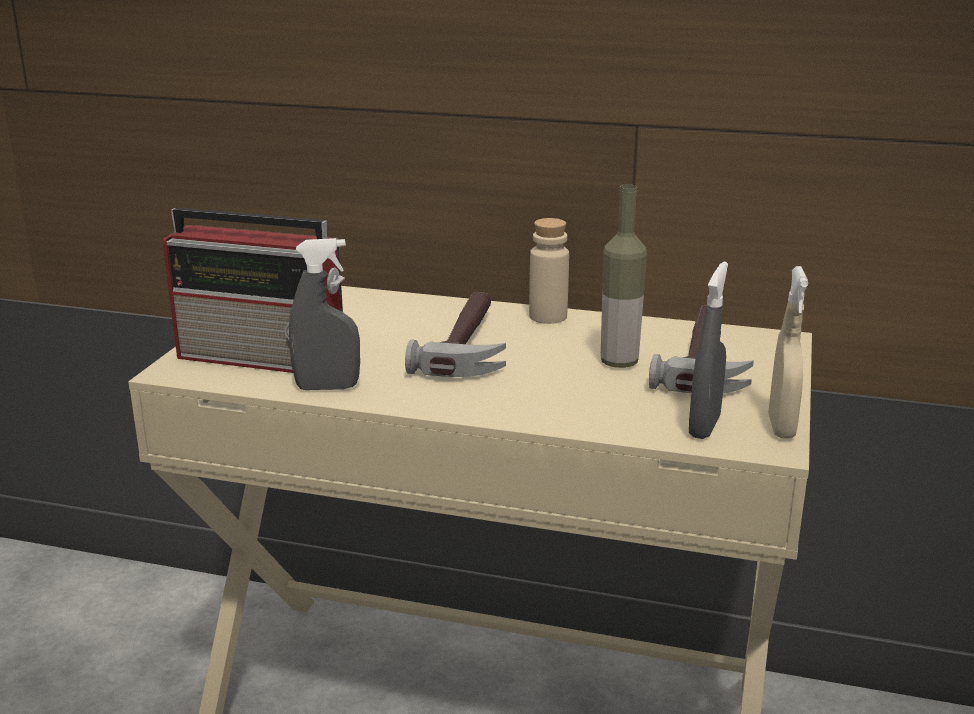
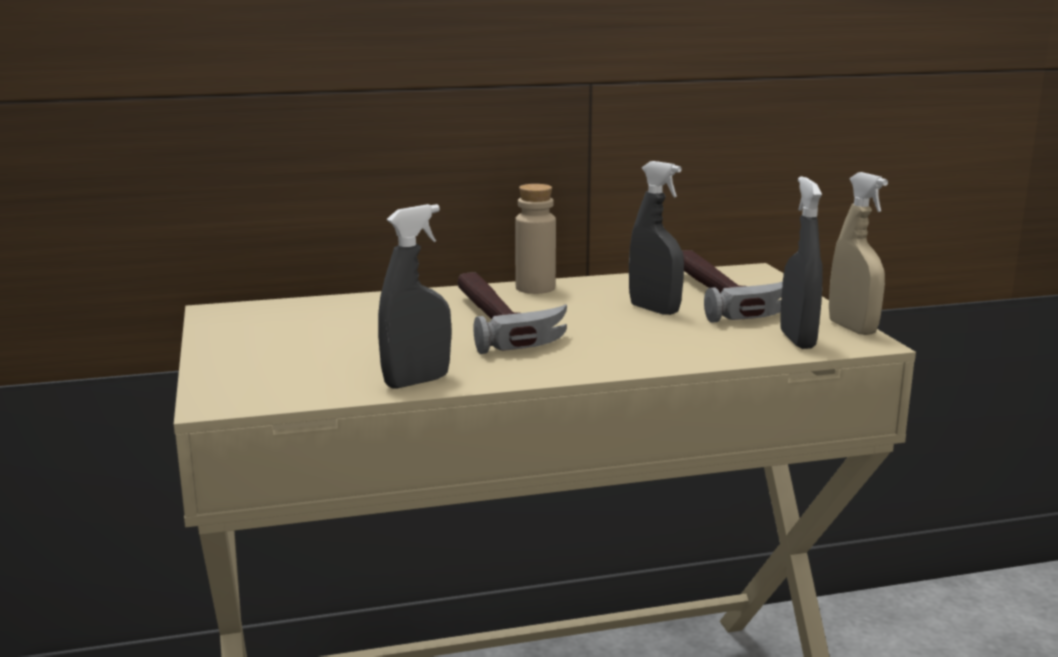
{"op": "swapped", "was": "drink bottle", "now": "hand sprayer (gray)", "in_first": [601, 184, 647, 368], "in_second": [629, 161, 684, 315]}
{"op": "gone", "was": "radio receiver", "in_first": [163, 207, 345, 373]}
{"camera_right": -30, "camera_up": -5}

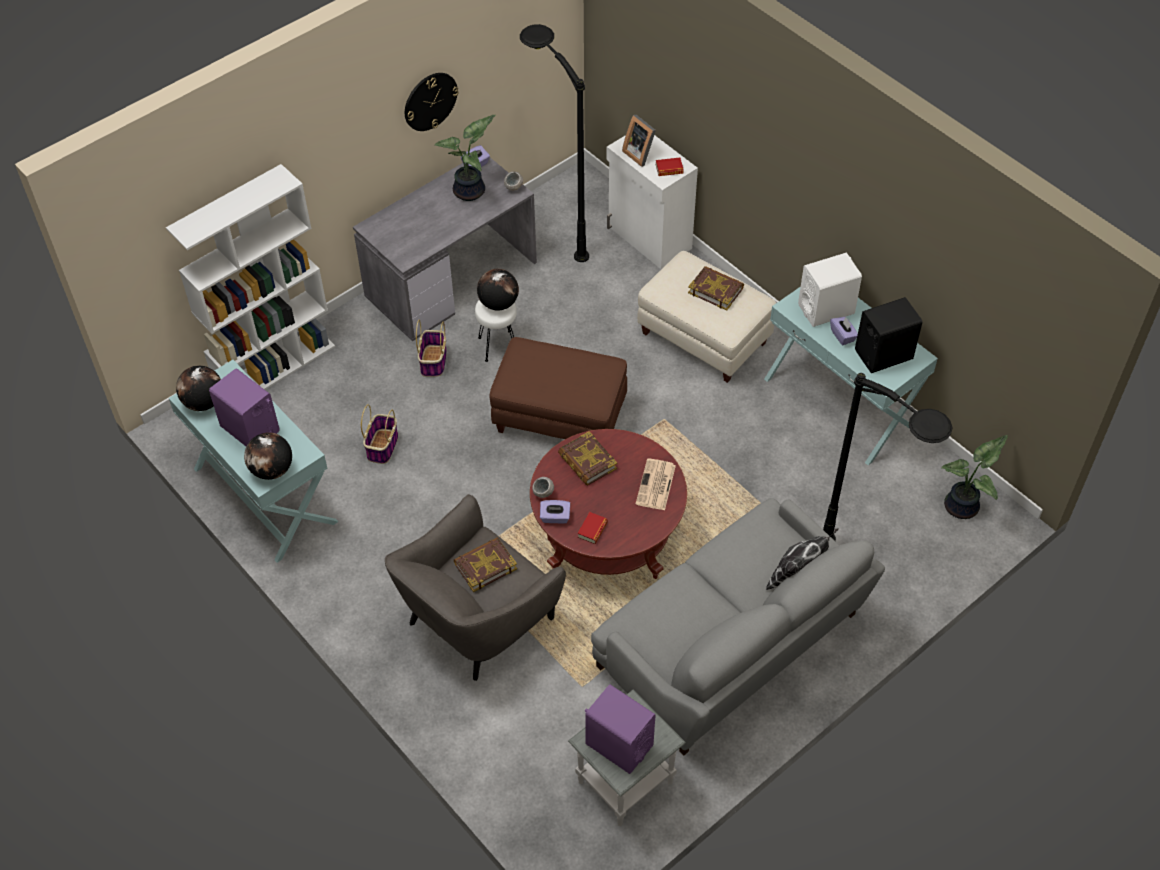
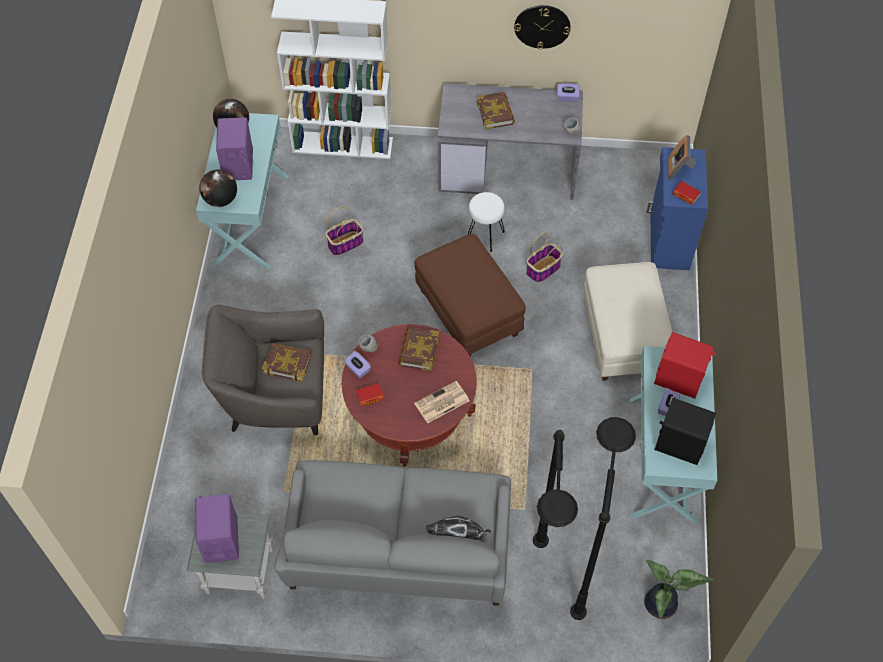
{"op": "shifted", "was": "standing lamp (black-coloured)", "in_first": [520, 24, 589, 262], "in_second": [570, 417, 636, 620]}
{"op": "gone", "was": "potted plant", "in_first": [435, 115, 496, 201]}
{"op": "repainted", "was": "cabinet (whitish)", "now": "cabinet (blue)", "in_first": [607, 135, 698, 269], "in_second": [647, 147, 708, 270]}
{"op": "repainted", "was": "speaker (whitish)", "now": "speaker (red)", "in_first": [798, 253, 862, 327], "in_second": [654, 332, 716, 399]}
{"op": "shifted", "was": "book", "in_first": [688, 266, 744, 310], "in_second": [477, 92, 515, 130]}
{"op": "gone", "was": "globe", "in_first": [477, 269, 519, 311]}
{"op": "shifted", "was": "storage basket", "in_first": [416, 320, 447, 377], "in_second": [526, 232, 563, 283]}
{"camera_right": 45, "camera_up": 5}

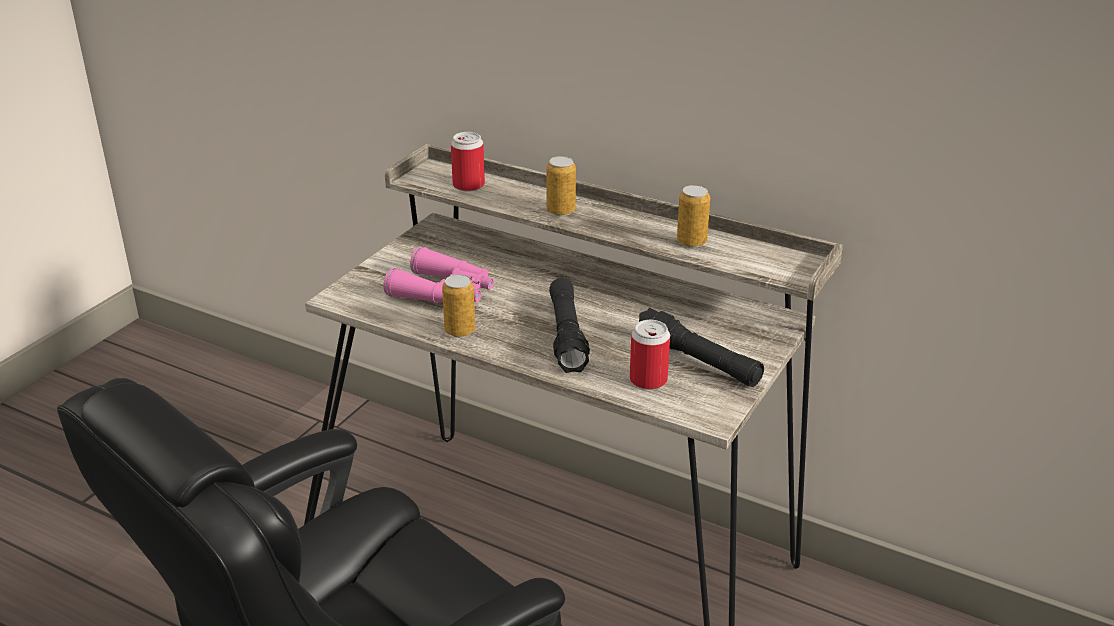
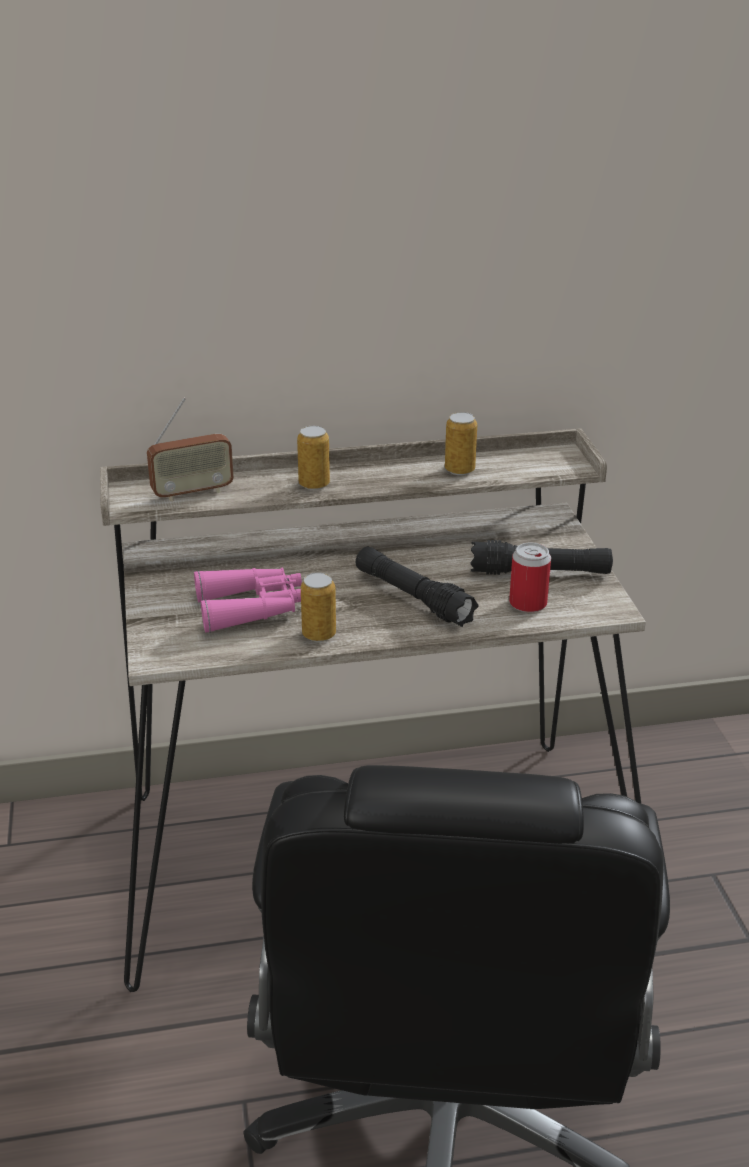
{"op": "swapped", "was": "metal can", "now": "radio receiver", "in_first": [451, 132, 485, 192], "in_second": [147, 397, 234, 502]}
{"camera_right": -40, "camera_up": 0}

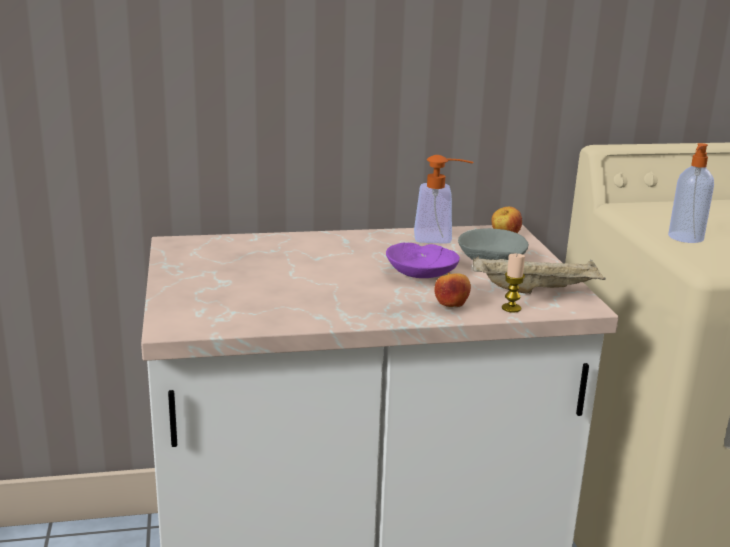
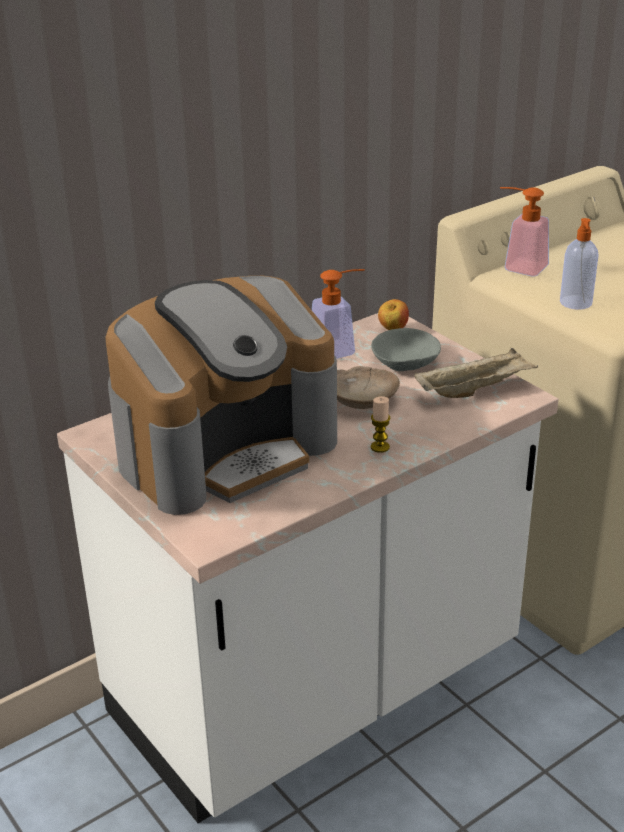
{"op": "repainted", "was": "bowl (purple)", "now": "bowl (beige-coloured)", "in_first": [386, 243, 460, 278], "in_second": [337, 366, 400, 409]}
{"op": "shifted", "was": "wax candle", "in_first": [502, 254, 525, 313], "in_second": [371, 396, 391, 453]}
{"op": "gone", "was": "apple fruit", "in_first": [434, 273, 471, 308]}
{"op": "new", "now": "soap dispenser", "in_second": [500, 187, 549, 276]}
{"op": "new", "now": "coffee maker", "in_second": [105, 276, 337, 515]}
{"camera_right": -25, "camera_up": 10}

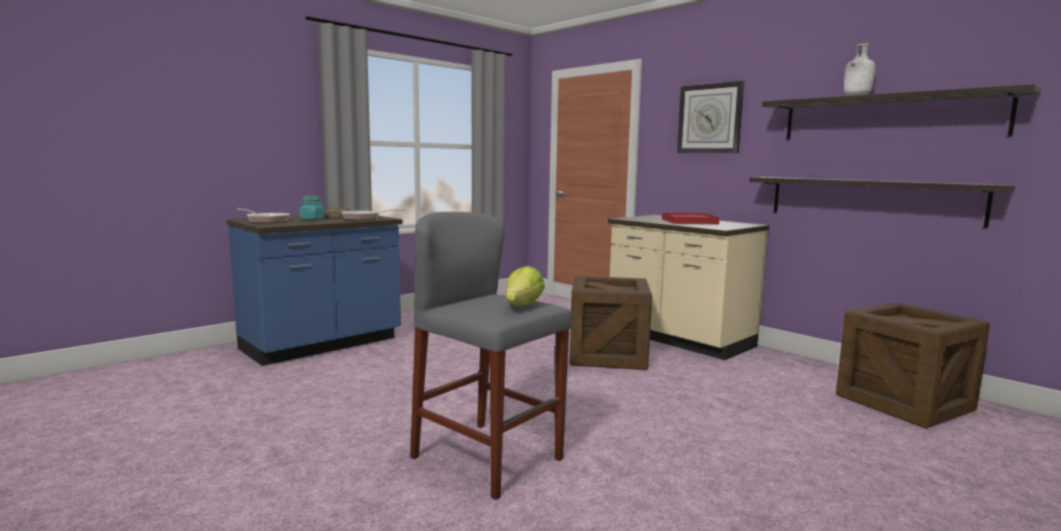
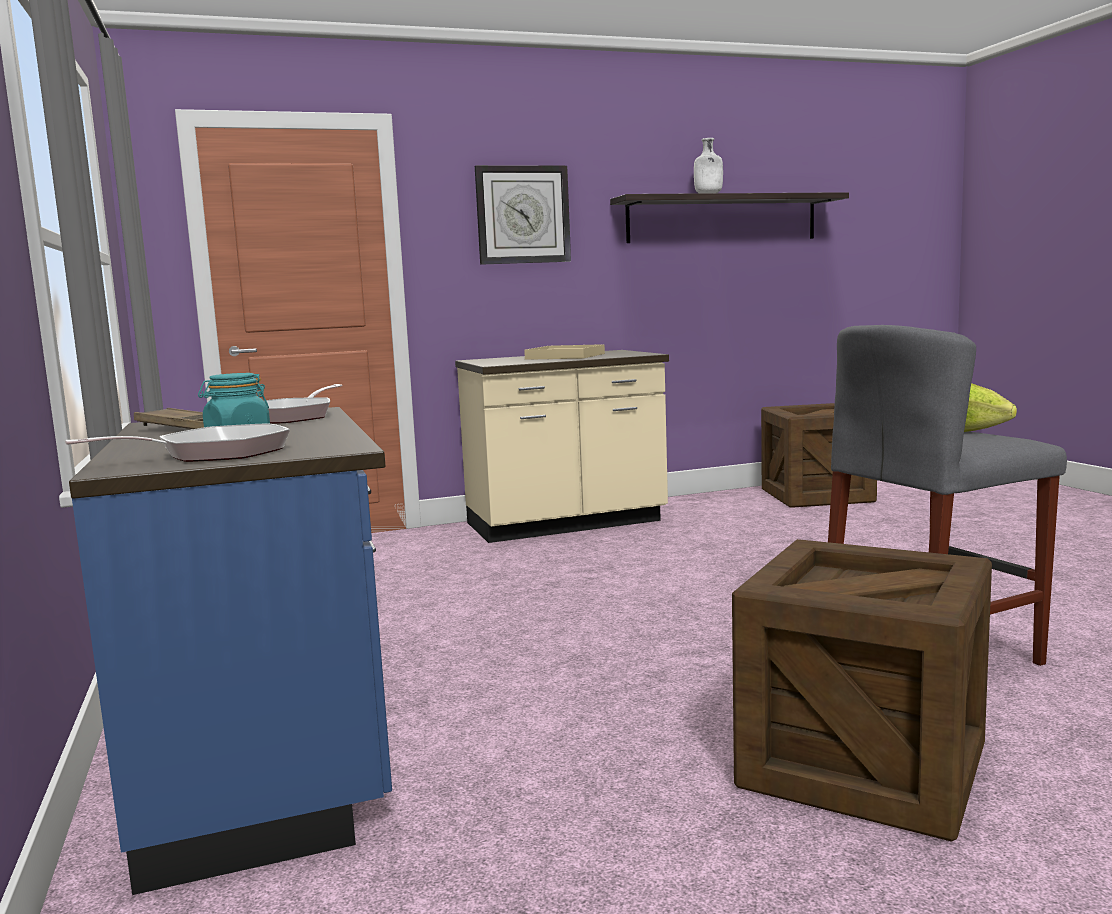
{"op": "gone", "was": "bracket shelf", "in_first": [749, 177, 1016, 228]}
{"op": "repainted", "was": "carrying tray (red)", "now": "carrying tray (beige-coloured)", "in_first": [662, 213, 720, 224], "in_second": [524, 344, 605, 360]}
{"op": "shifted", "was": "shipping crate", "in_first": [569, 276, 652, 370], "in_second": [732, 539, 992, 842]}
{"camera_right": -65, "camera_up": 0}

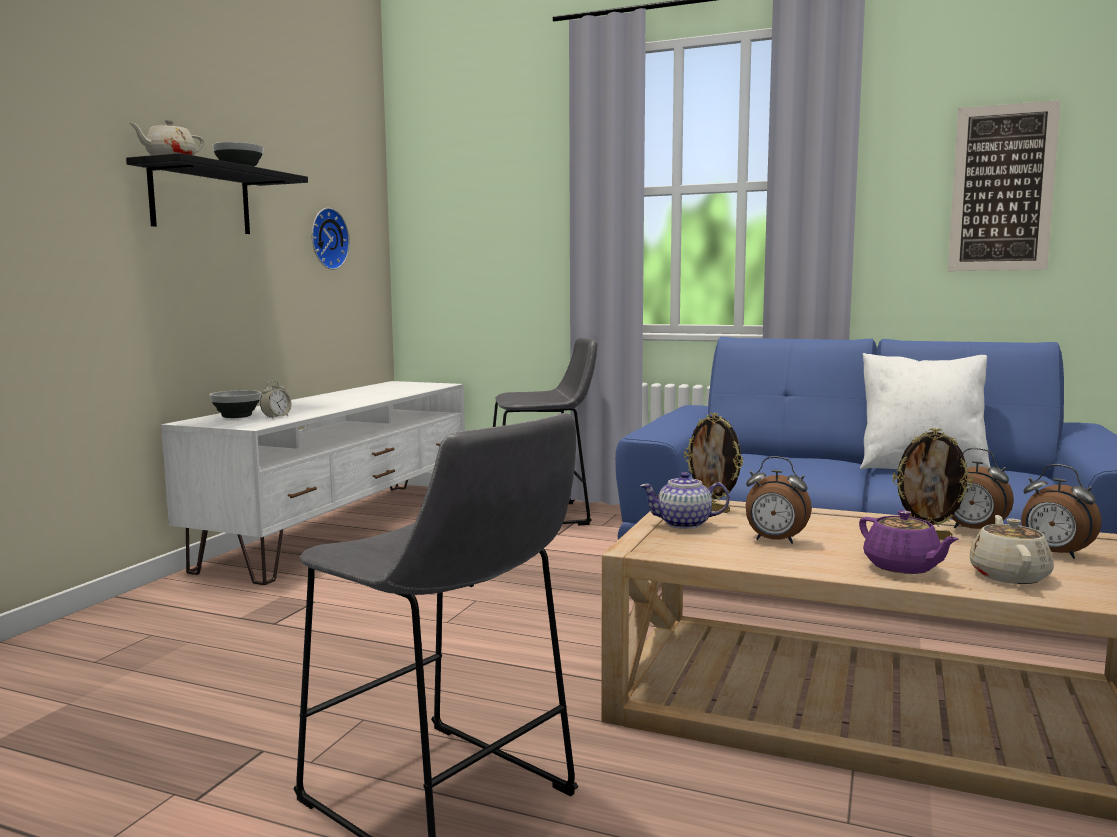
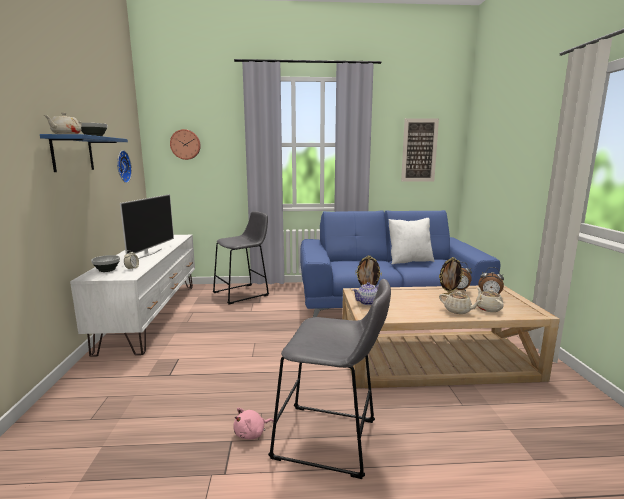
{"op": "repainted", "was": "bracket shelf (black-coloured)", "now": "bracket shelf (blue)", "in_first": [126, 153, 308, 234], "in_second": [40, 134, 128, 172]}
{"op": "gone", "was": "table clock", "in_first": [746, 456, 812, 544]}
{"op": "repainted", "was": "pot for tea (purple)", "now": "pot for tea (beige-coloured)", "in_first": [859, 510, 959, 574], "in_second": [439, 291, 482, 314]}
{"op": "new", "now": "hanging clock", "in_second": [170, 129, 201, 160]}
{"op": "new", "now": "TV set", "in_second": [120, 194, 174, 259]}
{"op": "new", "now": "soft toy (pinkish)", "in_second": [233, 408, 274, 439]}
{"camera_right": -25, "camera_up": 5}

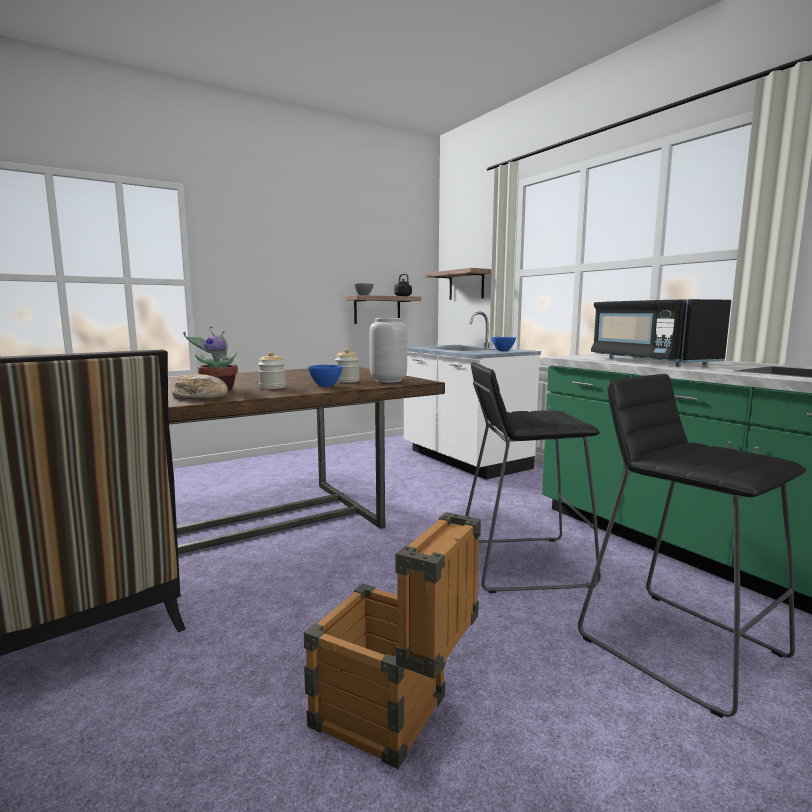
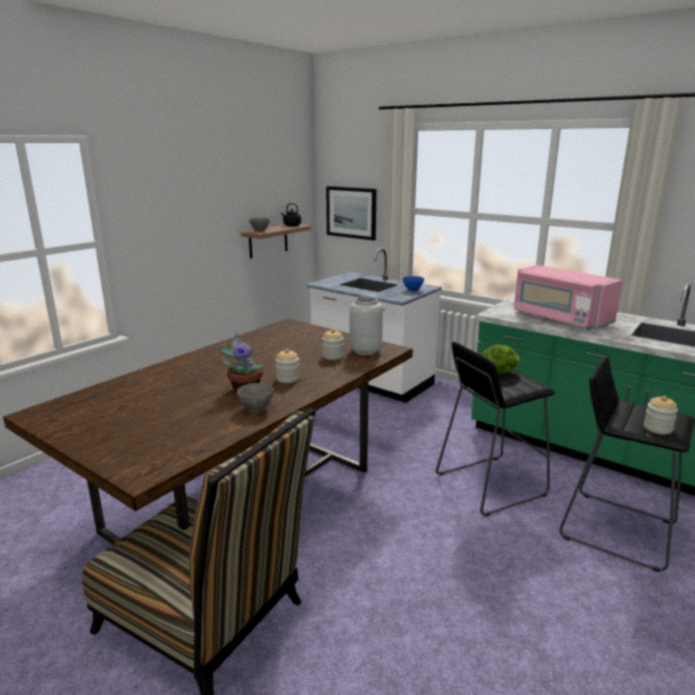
{"op": "swapped", "was": "bracket shelf", "now": "wall picture", "in_first": [425, 268, 491, 300], "in_second": [326, 186, 377, 240]}
{"op": "repainted", "was": "microwave oven (black-coloured)", "now": "microwave oven (pinkish)", "in_first": [591, 299, 731, 367], "in_second": [514, 265, 623, 330]}
{"op": "gone", "was": "bowl (blue)", "in_first": [308, 365, 343, 387]}
{"op": "swapped", "was": "bakery bread", "now": "bowl (gray)", "in_first": [172, 374, 228, 399], "in_second": [237, 383, 274, 411]}
{"op": "gone", "was": "shipping crate", "in_first": [304, 512, 481, 769]}
{"op": "new", "now": "lettuce", "in_second": [482, 344, 519, 374]}
{"op": "new", "now": "jar", "in_second": [644, 396, 678, 435]}
{"camera_right": -20, "camera_up": 10}

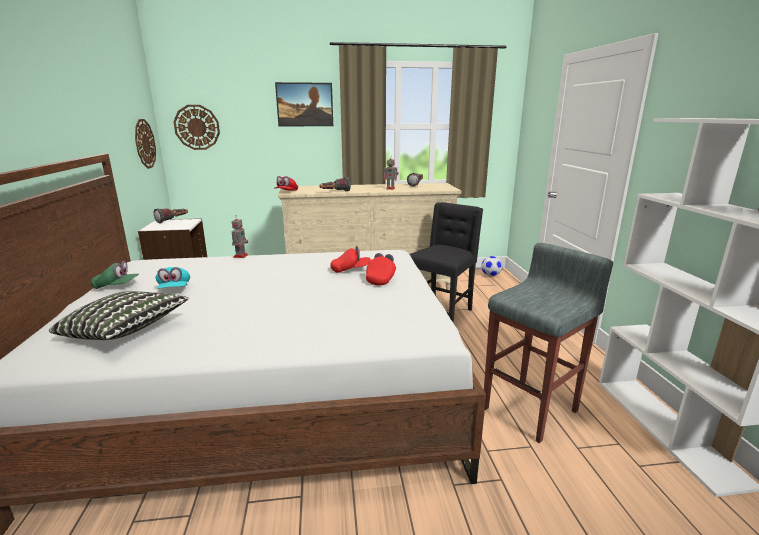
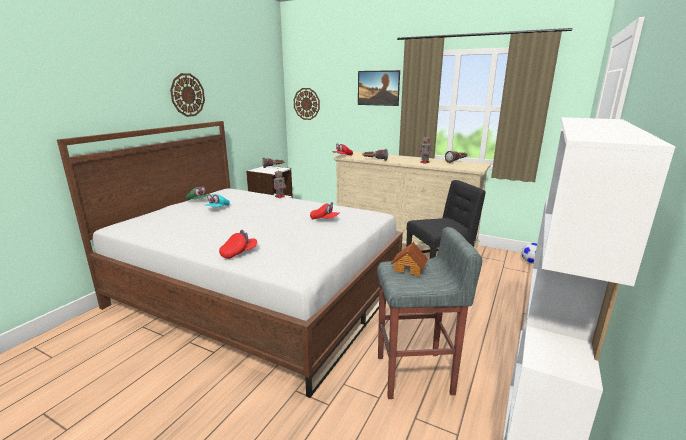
{"op": "shifted", "was": "hanging clock", "in_first": [135, 119, 156, 169], "in_second": [170, 73, 205, 117]}
{"op": "shifted", "was": "baseball cap (red)", "in_first": [366, 253, 396, 285], "in_second": [219, 230, 257, 259]}
{"op": "gone", "was": "cushion", "in_first": [49, 291, 189, 340]}
{"op": "new", "now": "model house", "in_second": [391, 242, 428, 276]}
{"camera_right": 35, "camera_up": 0}

